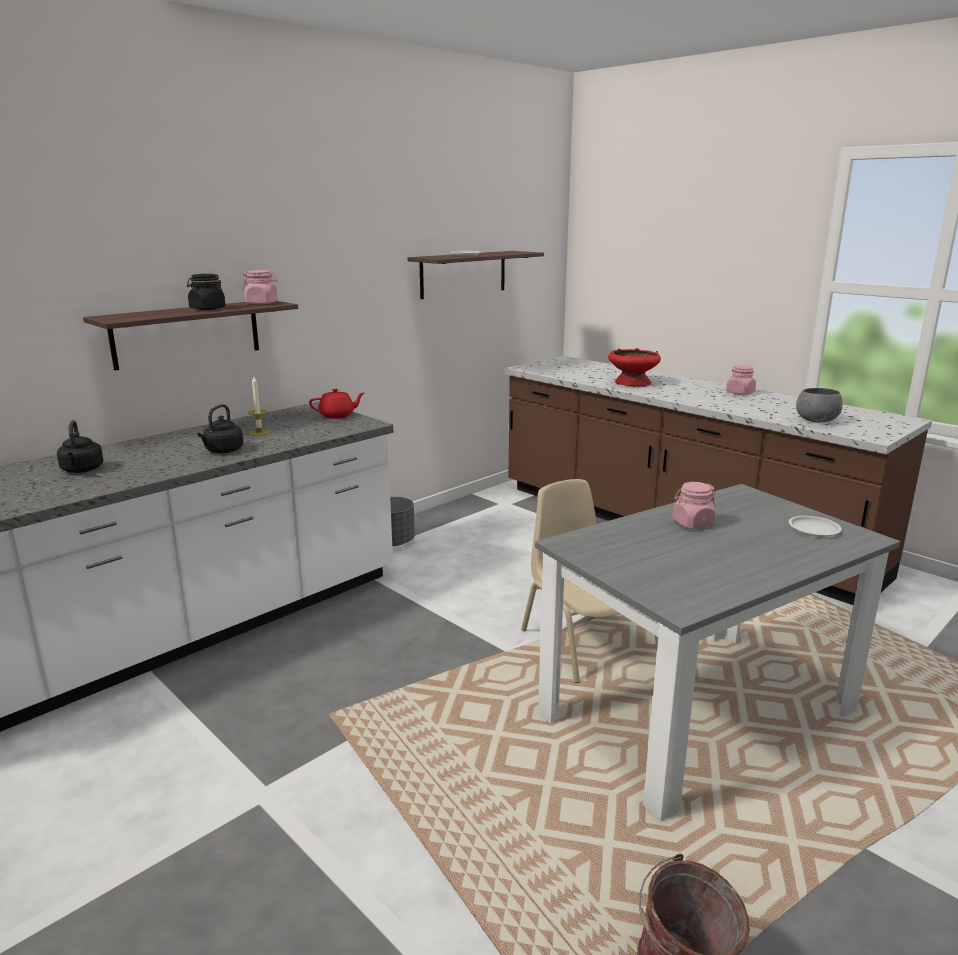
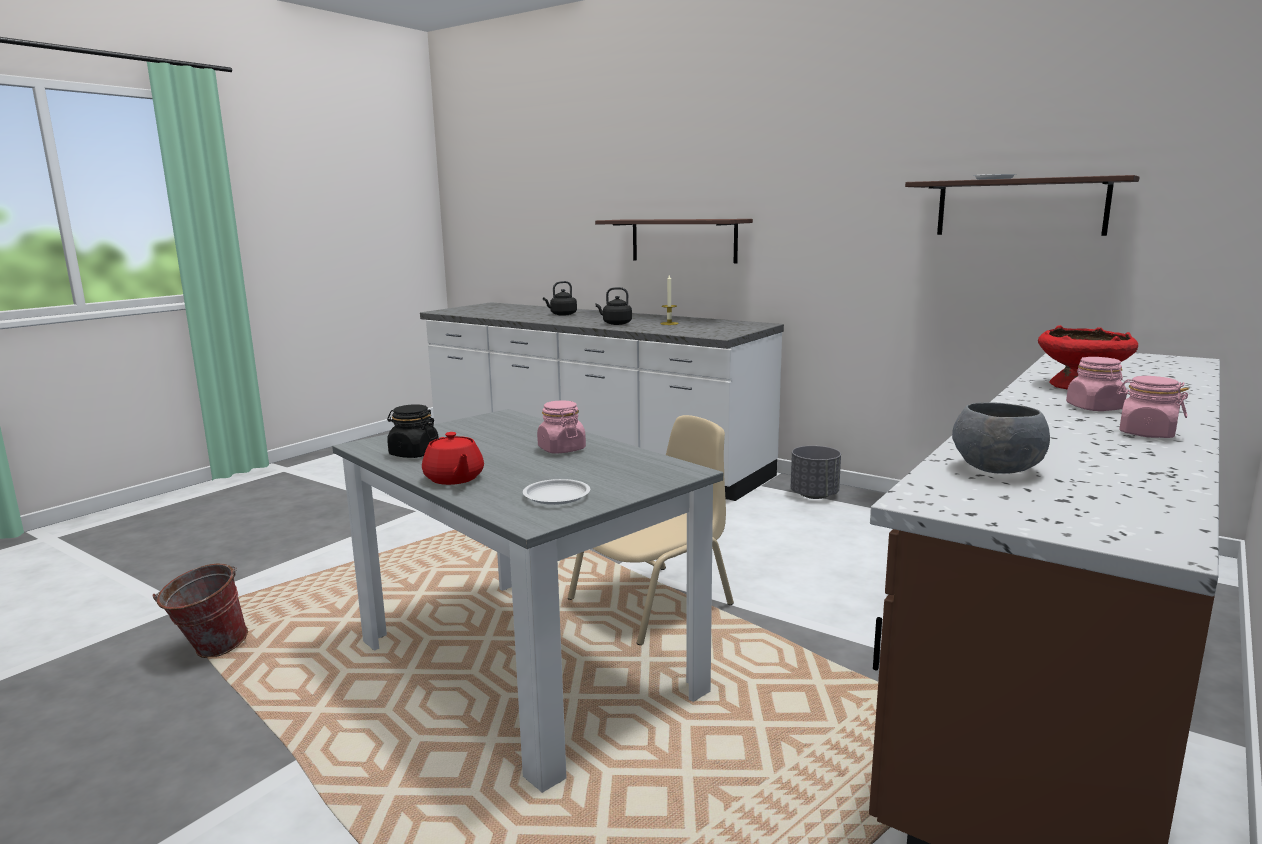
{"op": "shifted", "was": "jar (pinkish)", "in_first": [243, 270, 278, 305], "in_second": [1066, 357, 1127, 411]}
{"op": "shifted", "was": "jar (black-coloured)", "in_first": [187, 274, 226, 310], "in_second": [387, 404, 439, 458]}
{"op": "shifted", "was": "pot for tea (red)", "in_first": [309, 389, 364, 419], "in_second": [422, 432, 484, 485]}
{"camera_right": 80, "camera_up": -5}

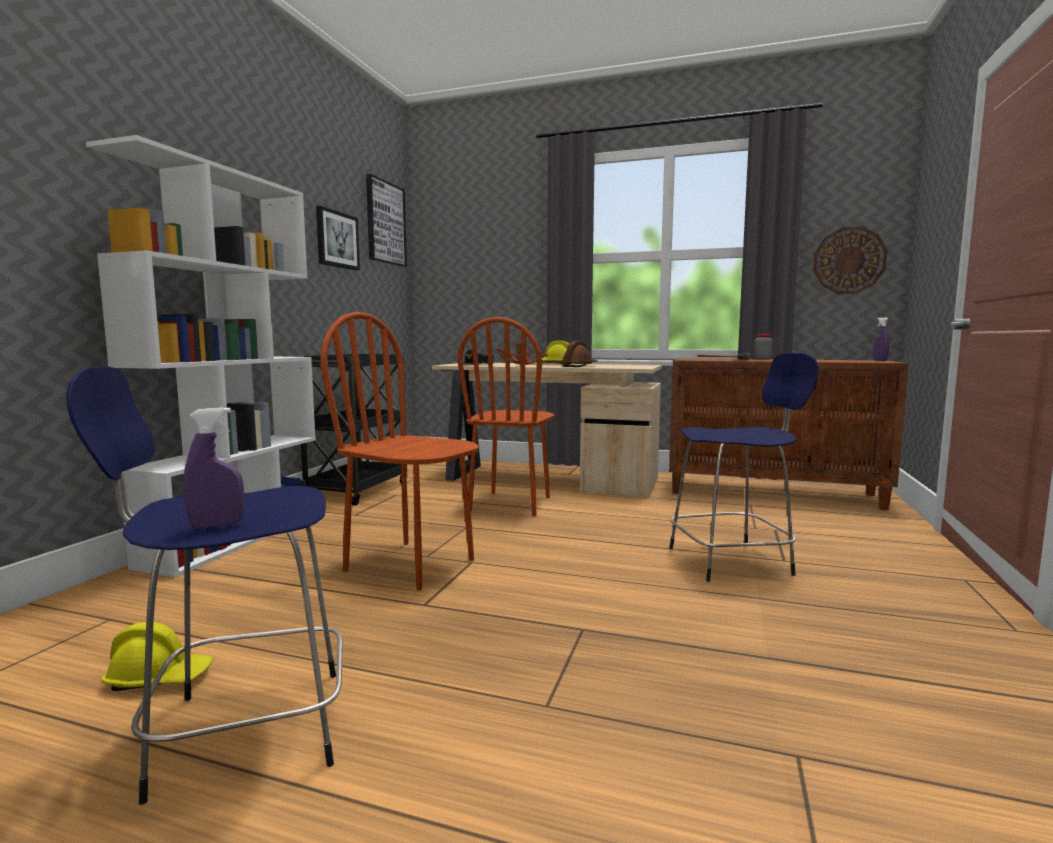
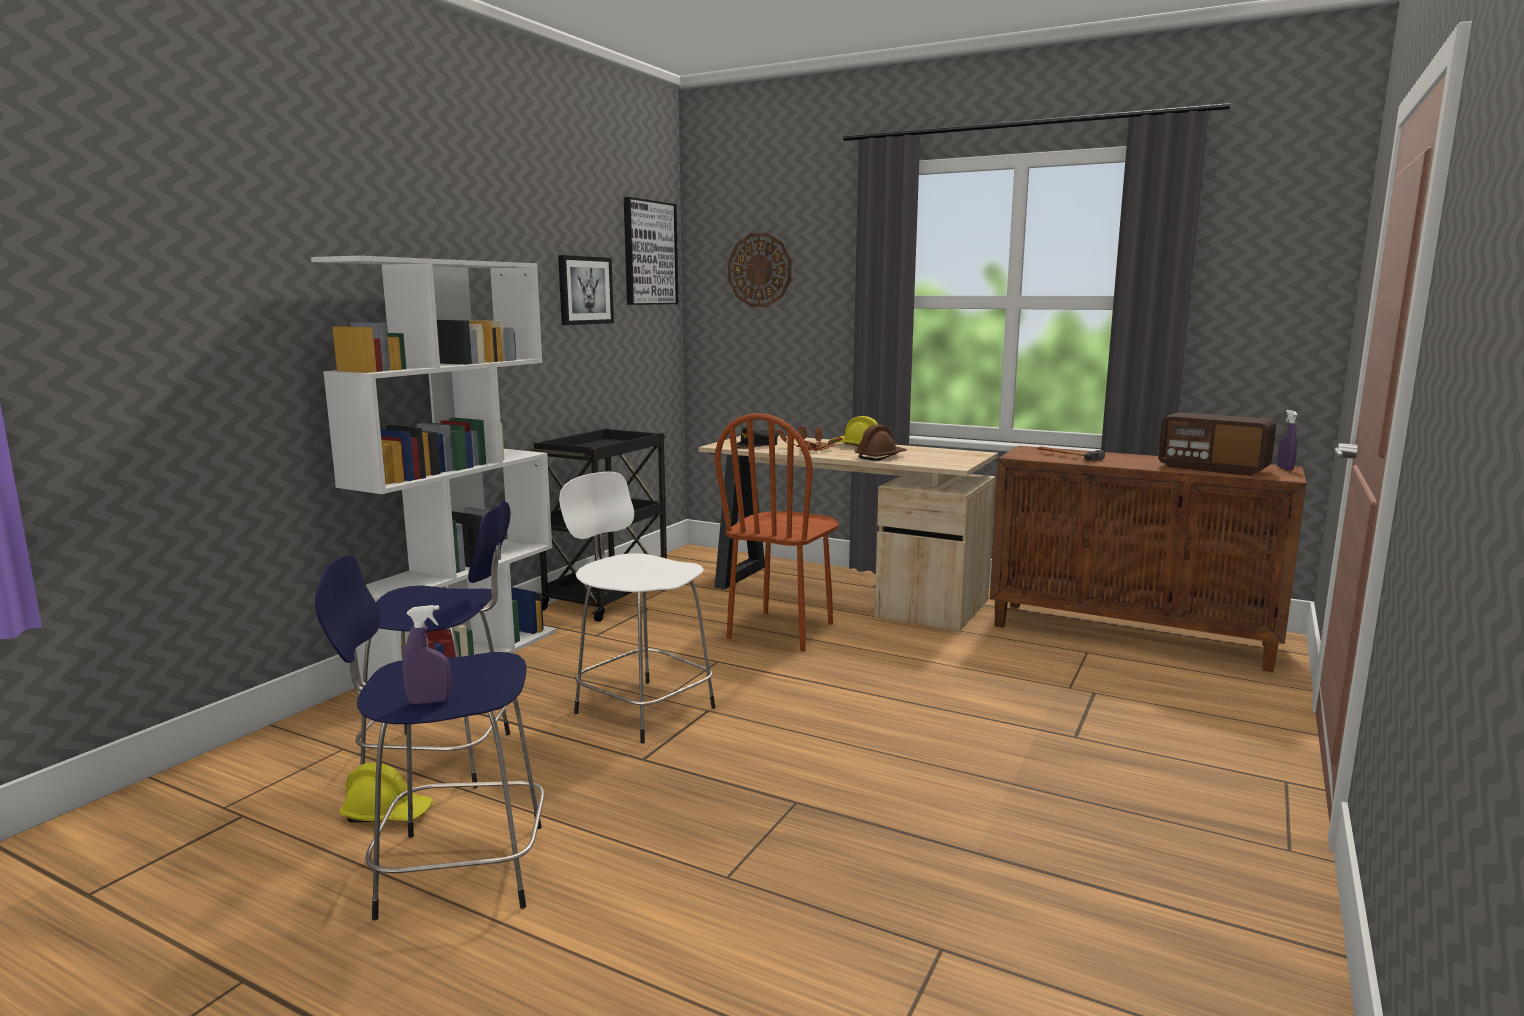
{"op": "shifted", "was": "hanging clock", "in_first": [813, 226, 888, 294], "in_second": [728, 233, 792, 307]}
{"op": "swapped", "was": "chair (brown)", "now": "stool (whitish)", "in_first": [320, 312, 479, 590], "in_second": [559, 472, 715, 744]}
{"op": "gone", "was": "jar", "in_first": [754, 334, 773, 360]}
{"op": "shifted", "was": "stool (blue)", "in_first": [670, 353, 819, 582], "in_second": [355, 501, 511, 789]}
{"op": "new", "now": "radio receiver", "in_second": [1158, 412, 1276, 476]}
{"camera_right": 10, "camera_up": 5}

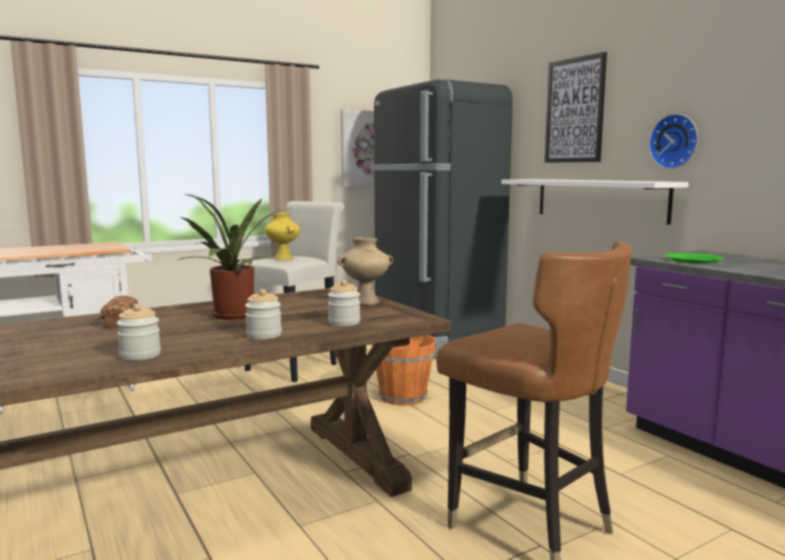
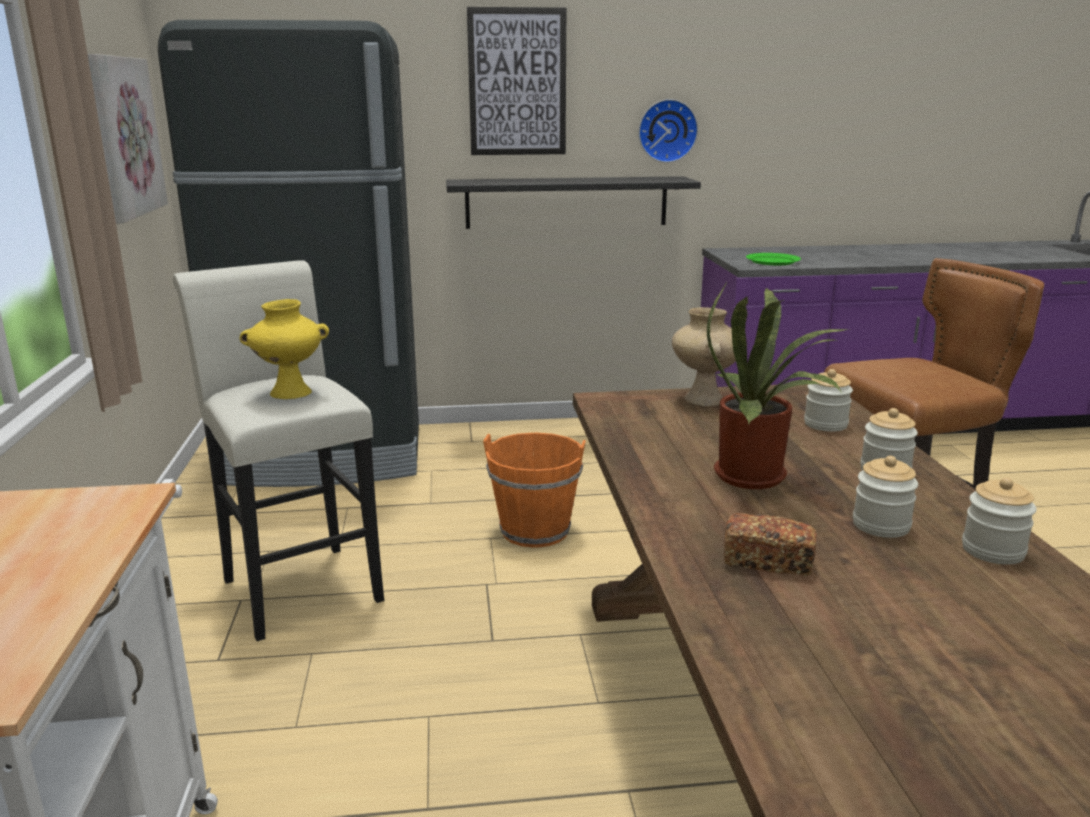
{"op": "repainted", "was": "bracket shelf (whitish)", "now": "bracket shelf (black-coloured)", "in_first": [501, 179, 689, 225], "in_second": [446, 176, 701, 229]}
{"op": "new", "now": "jar", "in_second": [853, 456, 918, 538]}
{"camera_right": -65, "camera_up": 10}

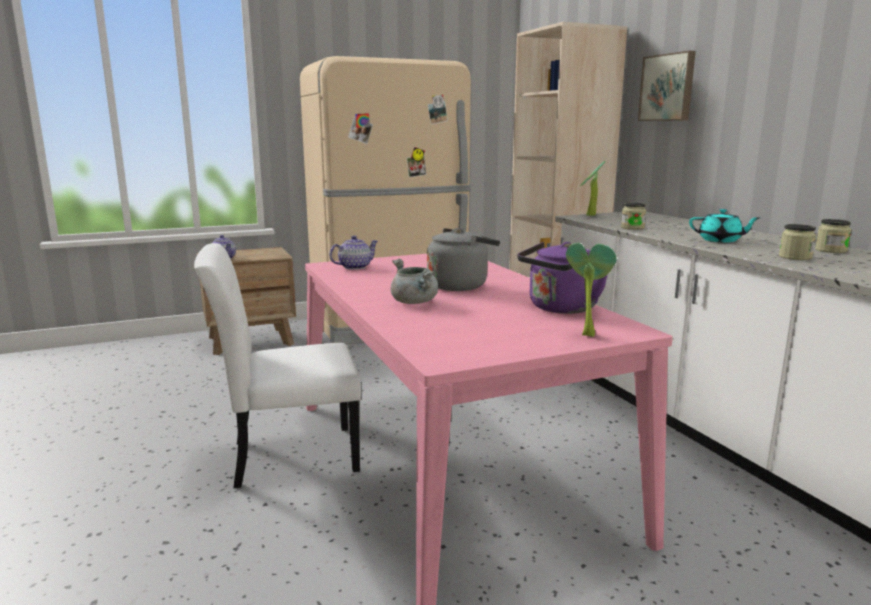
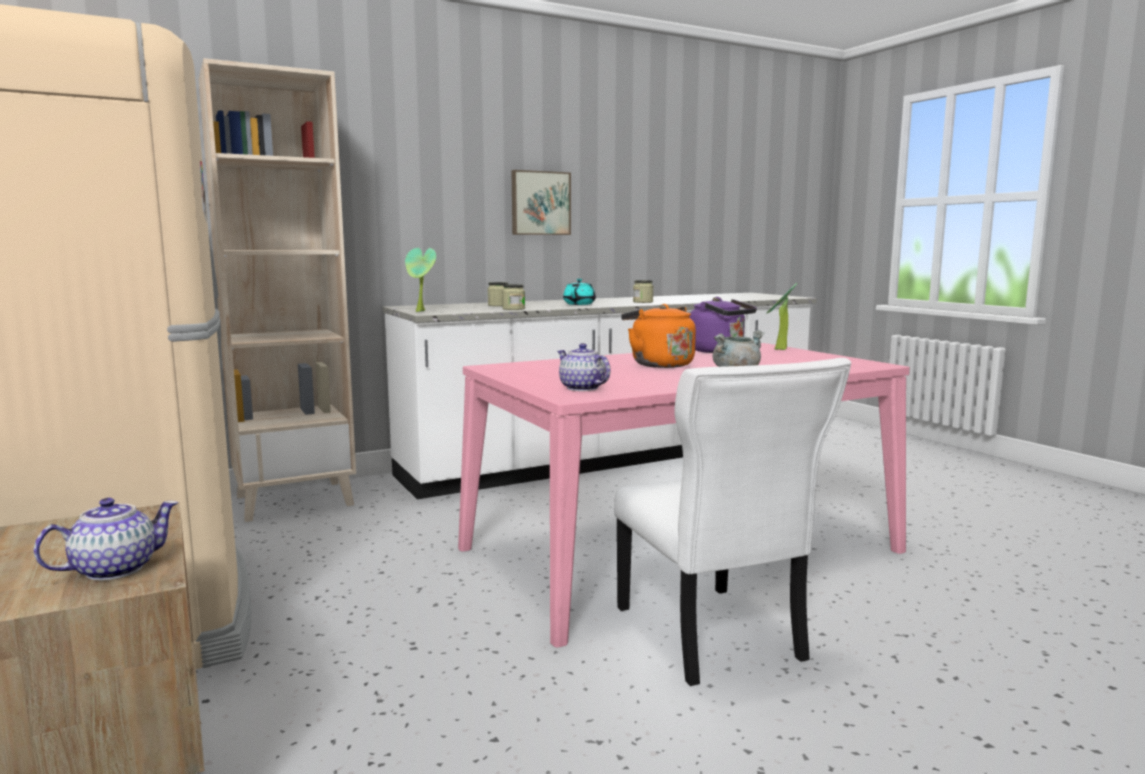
{"op": "shifted", "was": "wall picture", "in_first": [638, 51, 696, 121], "in_second": [511, 170, 571, 235]}
{"op": "shifted", "was": "jar", "in_first": [815, 219, 851, 253], "in_second": [488, 282, 508, 306]}
{"op": "repainted", "was": "water kettle (gray)", "now": "water kettle (orange-coloured)", "in_first": [427, 228, 500, 291], "in_second": [621, 304, 696, 368]}
{"camera_right": -95, "camera_up": -5}

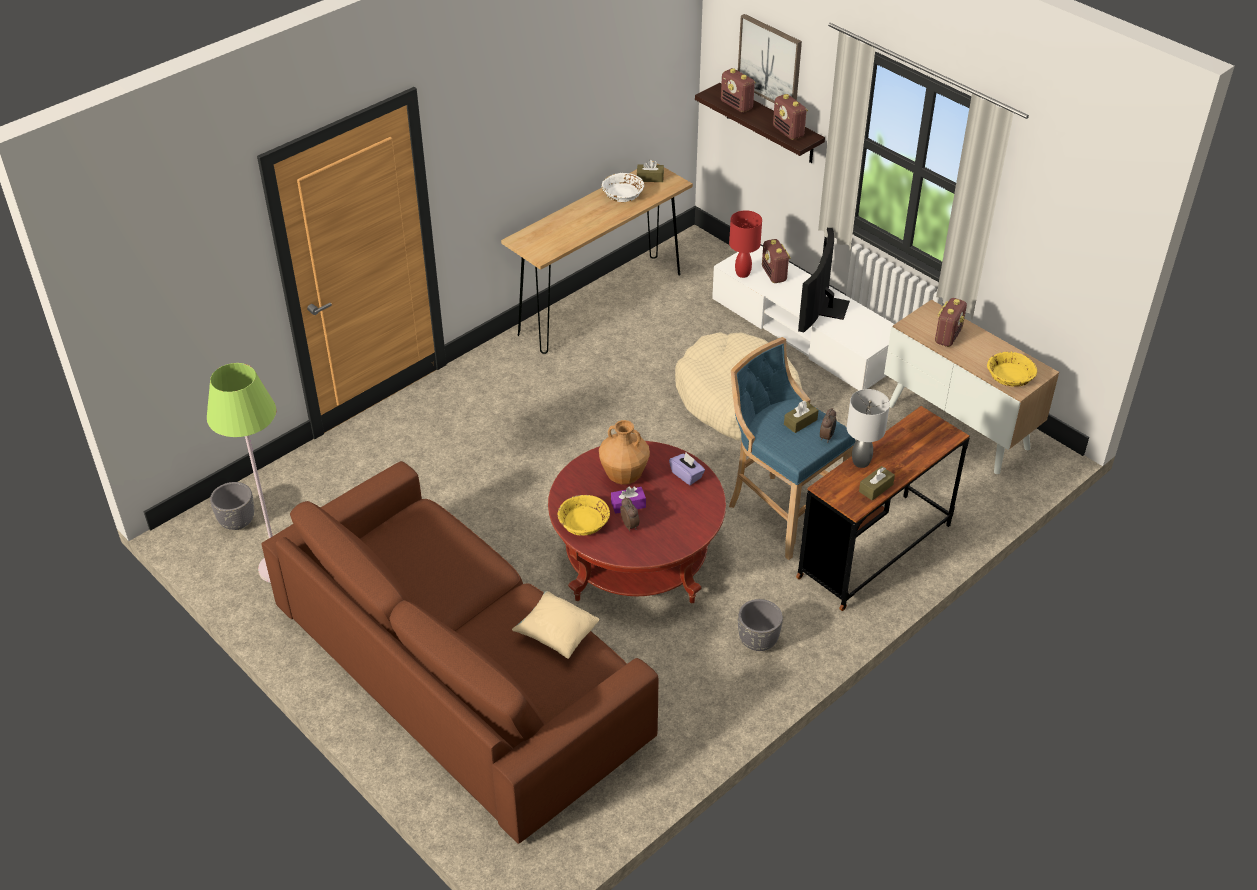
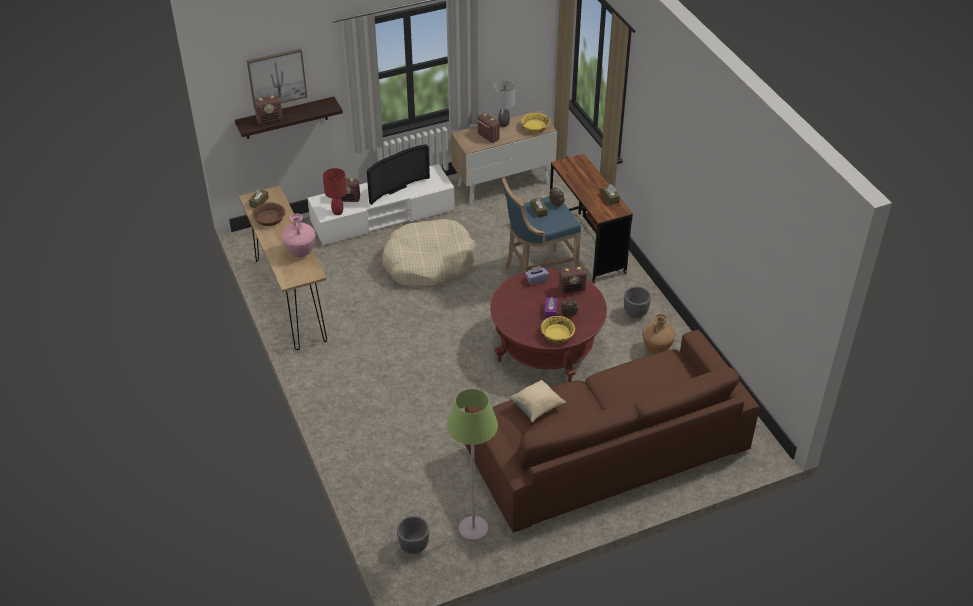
{"op": "shifted", "was": "radio receiver", "in_first": [773, 94, 808, 140], "in_second": [558, 266, 587, 294]}
{"op": "repainted", "was": "bowl (whitish)", "now": "bowl (brown)", "in_first": [602, 173, 644, 202], "in_second": [252, 202, 285, 226]}
{"op": "rotated", "was": "TV set", "in_first": [798, 228, 850, 332], "in_second": [367, 144, 430, 205], "clockwise": -75}
{"op": "shifted", "was": "tabletop lamp (gray)", "in_first": [847, 389, 890, 468], "in_second": [494, 80, 515, 127]}
{"op": "shifted", "was": "decorative vase (brown)", "in_first": [599, 420, 650, 485], "in_second": [642, 314, 676, 354]}
{"op": "shifted", "was": "cushion (beige-coloured)", "in_first": [512, 591, 599, 659], "in_second": [509, 380, 566, 422]}
{"op": "new", "now": "decorative vase (pinkish)", "in_second": [282, 213, 316, 257]}
{"camera_right": -70, "camera_up": 0}

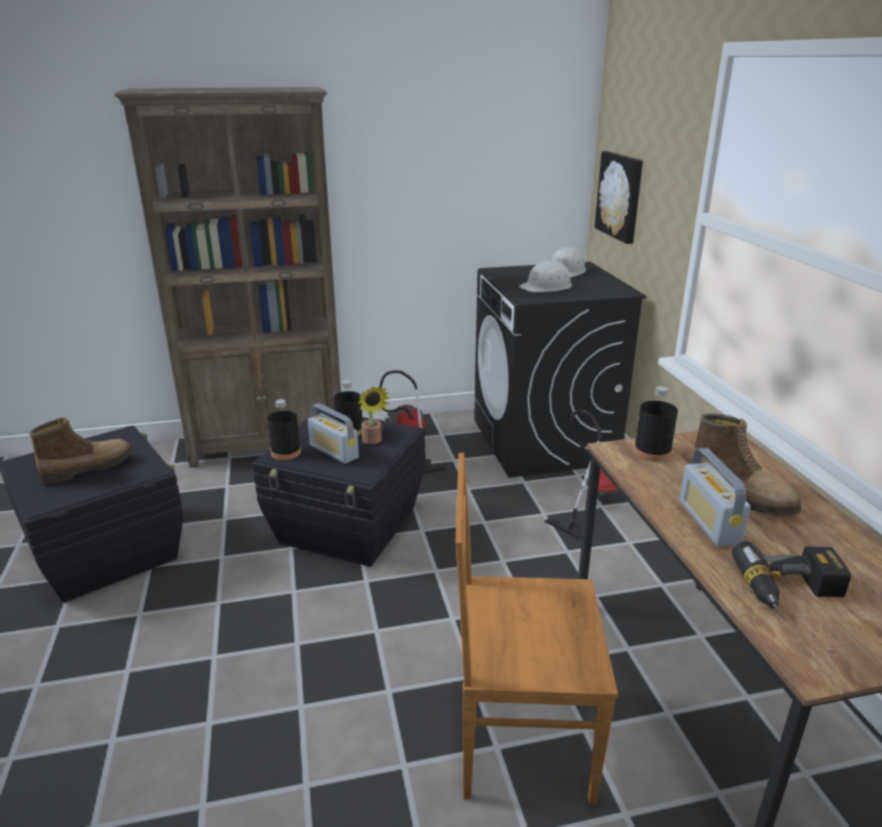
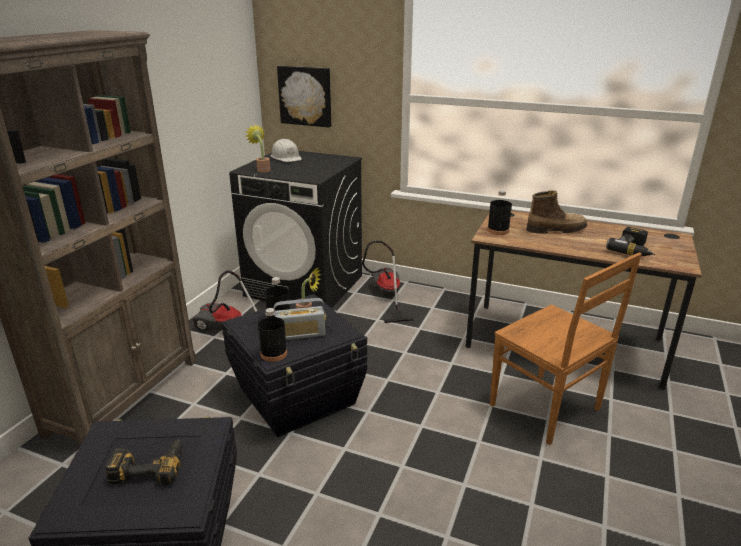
{"op": "gone", "was": "safety helmet (whitish)", "in_first": [519, 260, 572, 292]}
{"op": "swapped", "was": "boot", "now": "electric drill", "in_first": [29, 418, 133, 484], "in_second": [105, 439, 182, 485]}
{"op": "gone", "was": "radio receiver", "in_first": [679, 448, 751, 547]}
{"op": "rotated", "was": "chair (brown)", "in_first": [455, 453, 618, 804], "in_second": [490, 252, 642, 445], "clockwise": -75}
{"op": "new", "now": "potted plant", "in_second": [246, 124, 270, 173]}
{"camera_right": -55, "camera_up": 0}

